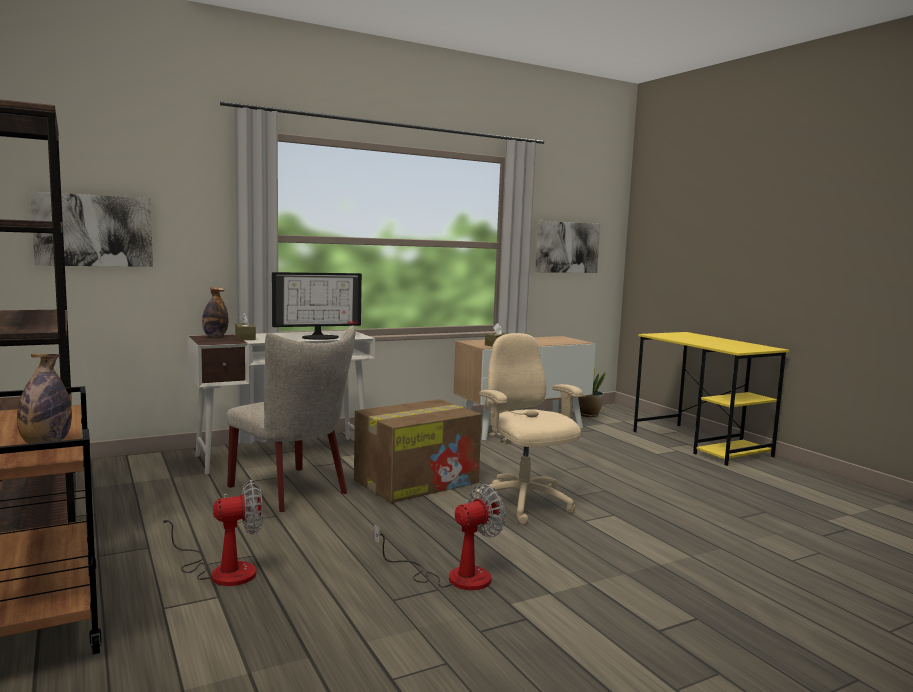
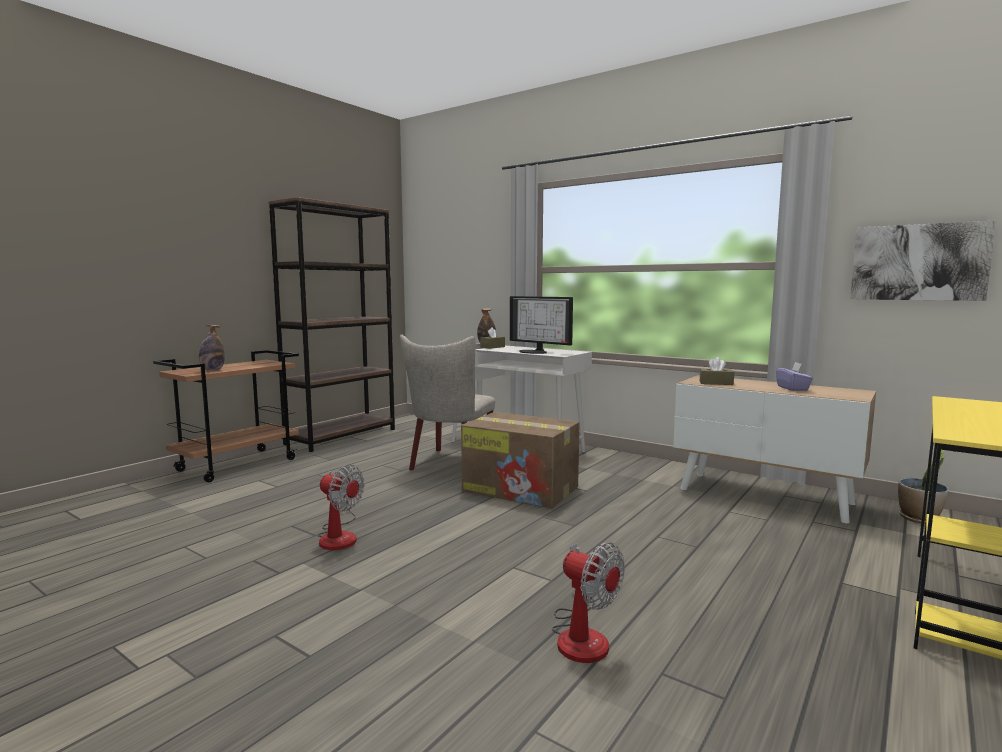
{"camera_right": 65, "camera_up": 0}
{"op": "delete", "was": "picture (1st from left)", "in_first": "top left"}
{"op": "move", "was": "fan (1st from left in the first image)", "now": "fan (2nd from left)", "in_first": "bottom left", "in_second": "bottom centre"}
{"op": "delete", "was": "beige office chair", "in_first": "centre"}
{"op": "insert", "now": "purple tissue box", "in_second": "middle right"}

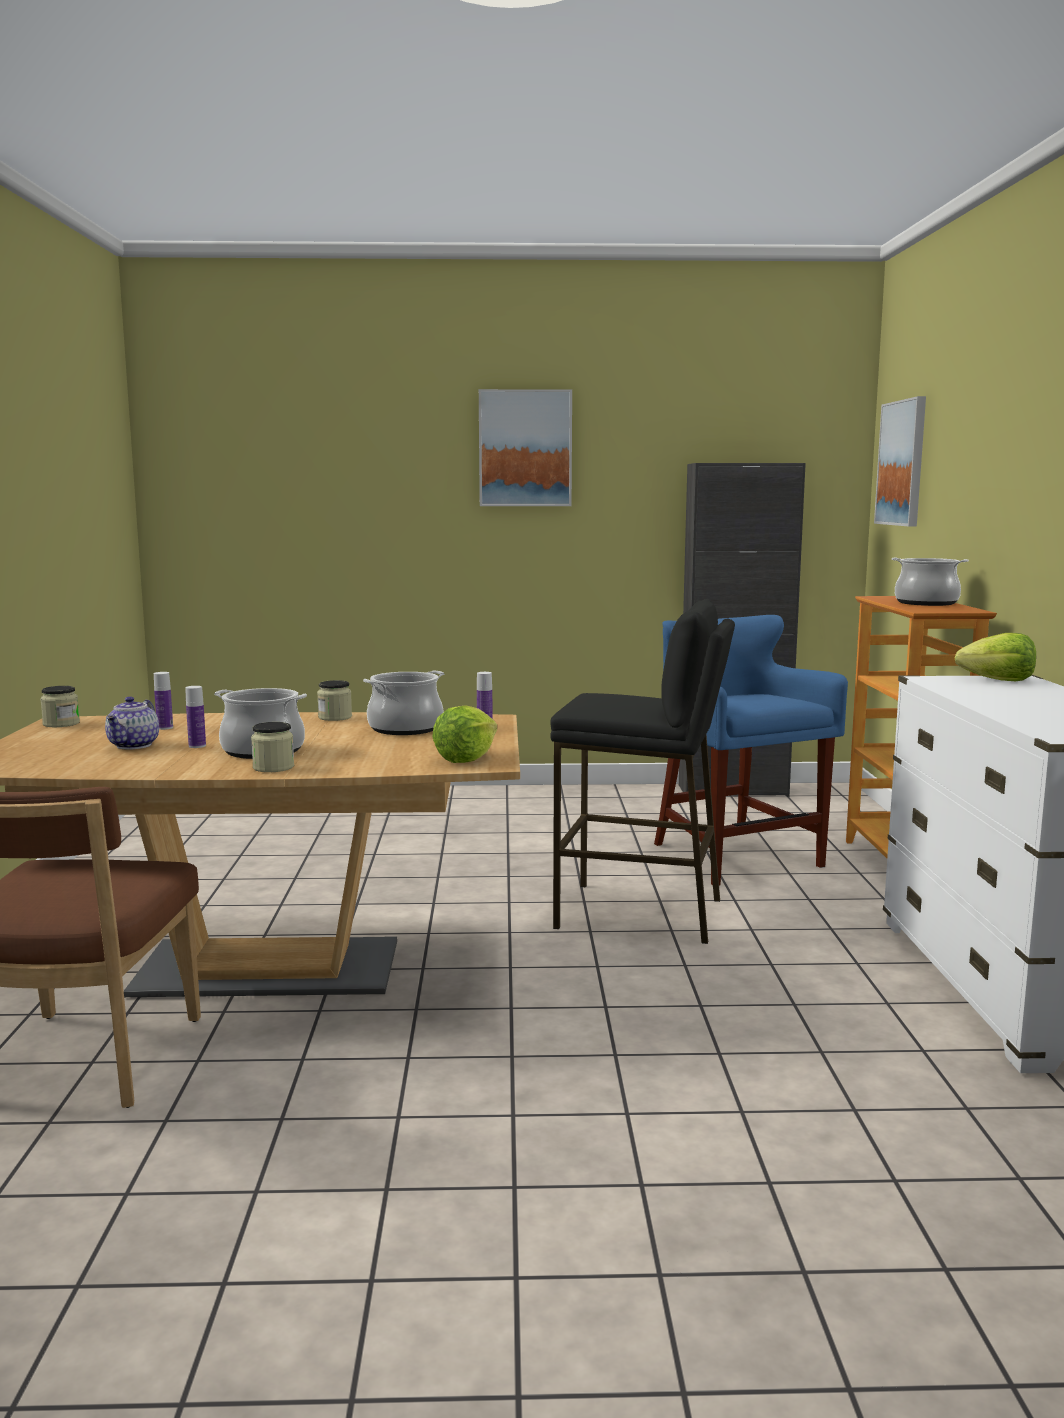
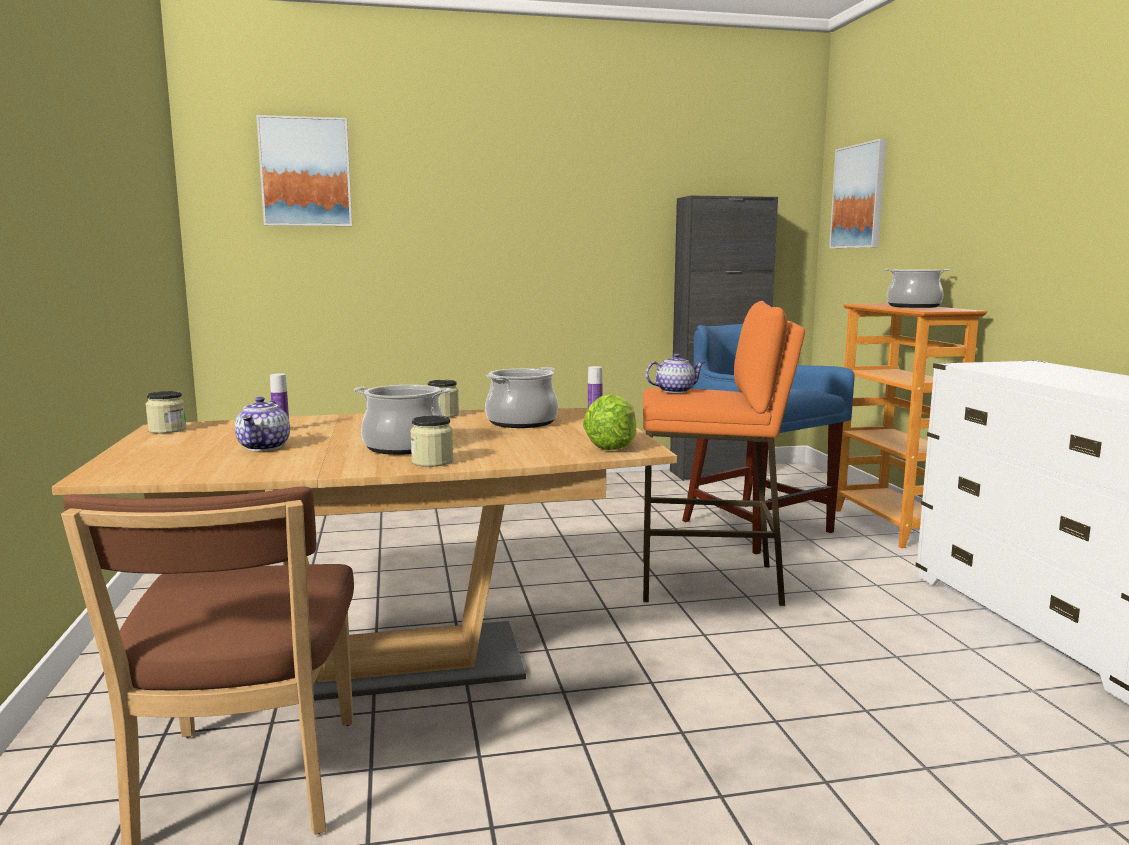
{"camera_right": -10, "camera_up": 0}
{"op": "delete", "was": "bottle (2nd from left)", "in_first": "middle left"}
{"op": "move", "was": "picture (1st from left)", "in_first": "top centre", "in_second": "top left"}
{"op": "recolor", "was": "black stool", "now": "orange stool", "in_first": "centre", "in_second": "centre"}
{"op": "delete", "was": "lettuce (2nd from left)", "in_first": "middle right"}
{"op": "insert", "now": "teapot (2nd from left)", "in_second": "centre"}

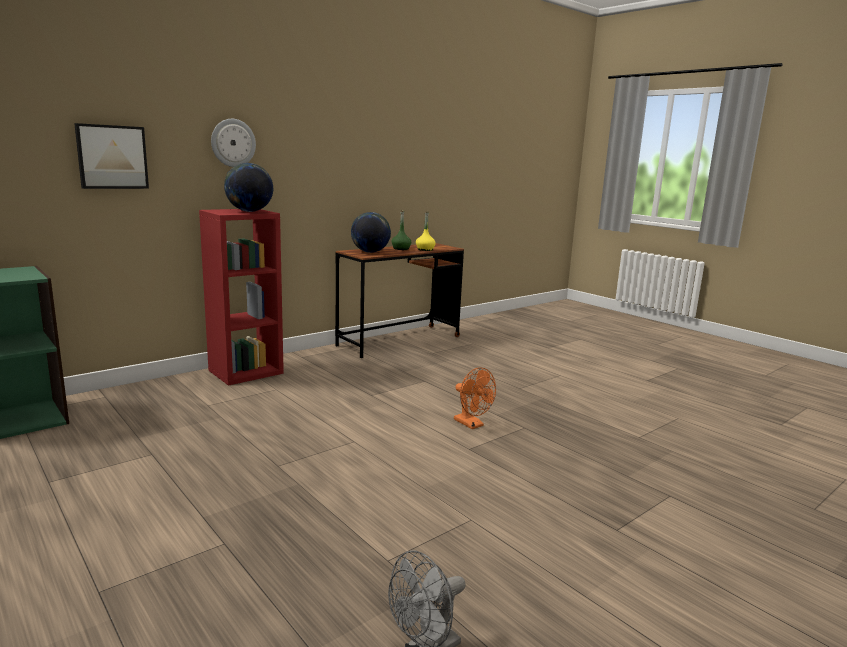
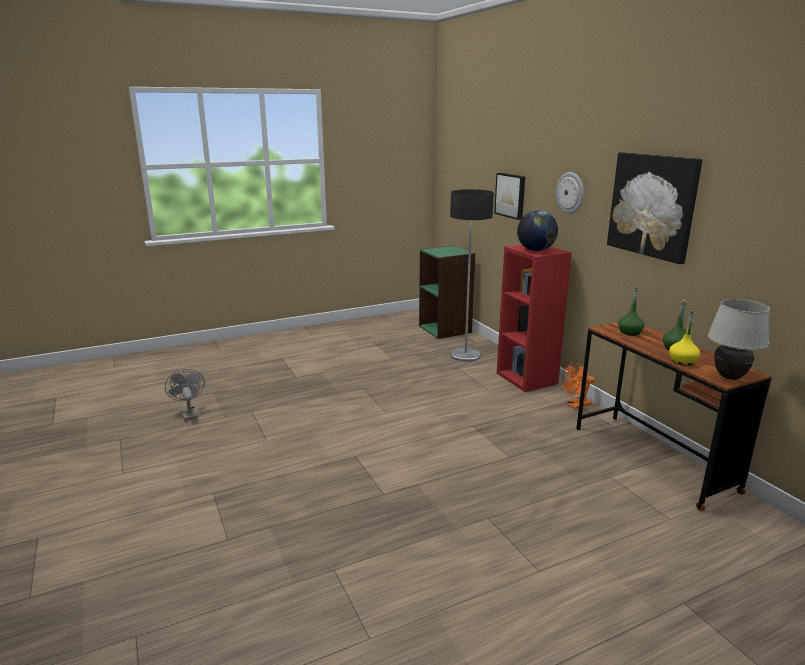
{"camera_right": 105, "camera_up": 5}
{"op": "replace", "was": "globe (2nd from left)", "now": "green bottle (1st from left)", "in_first": "centre", "in_second": "middle right"}
{"op": "move", "was": "orange fan", "in_first": "centre", "in_second": "middle right"}
{"op": "insert", "now": "floor lamp", "in_second": "centre"}
{"op": "insert", "now": "picture (2nd from left)", "in_second": "top right"}
{"op": "insert", "now": "white table lamp", "in_second": "middle right"}

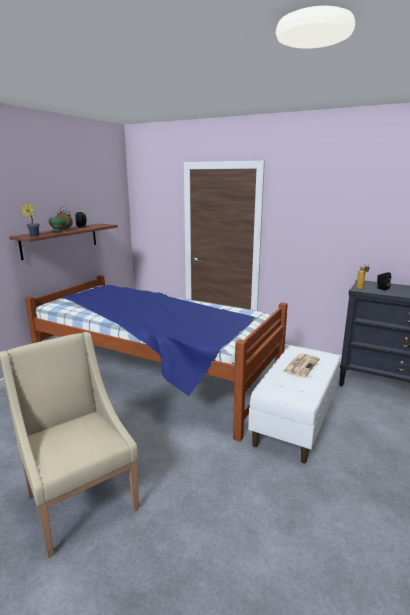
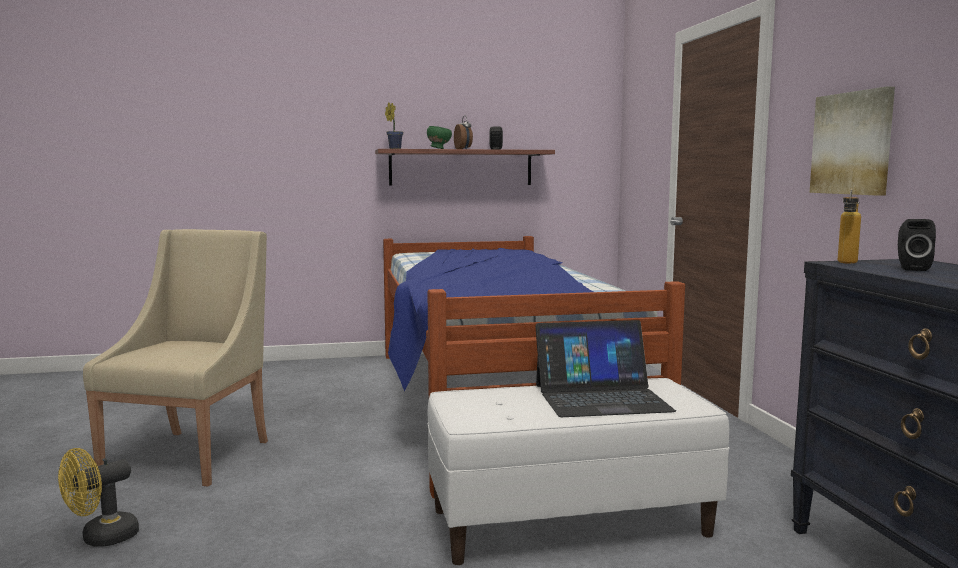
{"camera_right": 50, "camera_up": -10}
{"op": "replace", "was": "newspaper", "now": "laptop", "in_first": "middle right", "in_second": "centre"}
{"op": "insert", "now": "yellow fan", "in_second": "bottom left"}
{"op": "insert", "now": "picture", "in_second": "top right"}

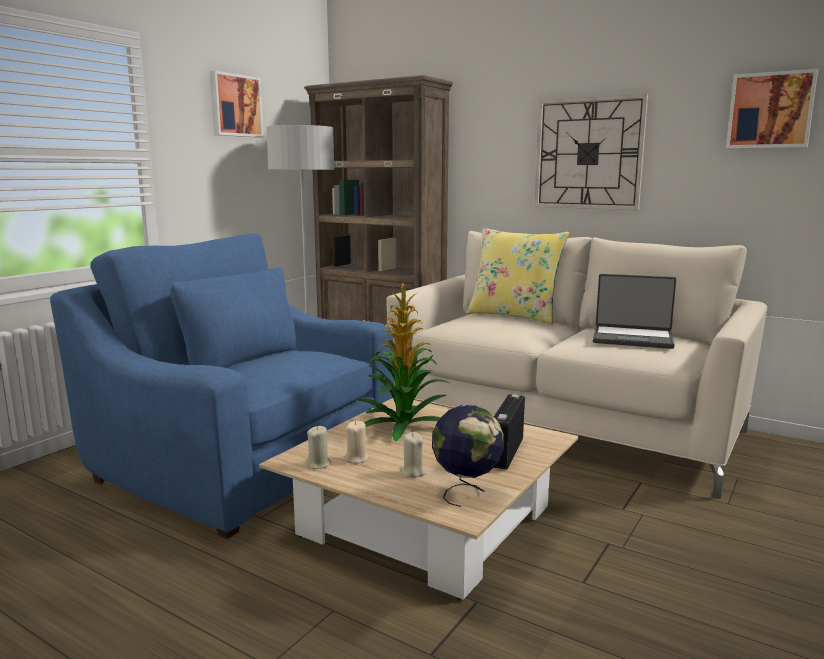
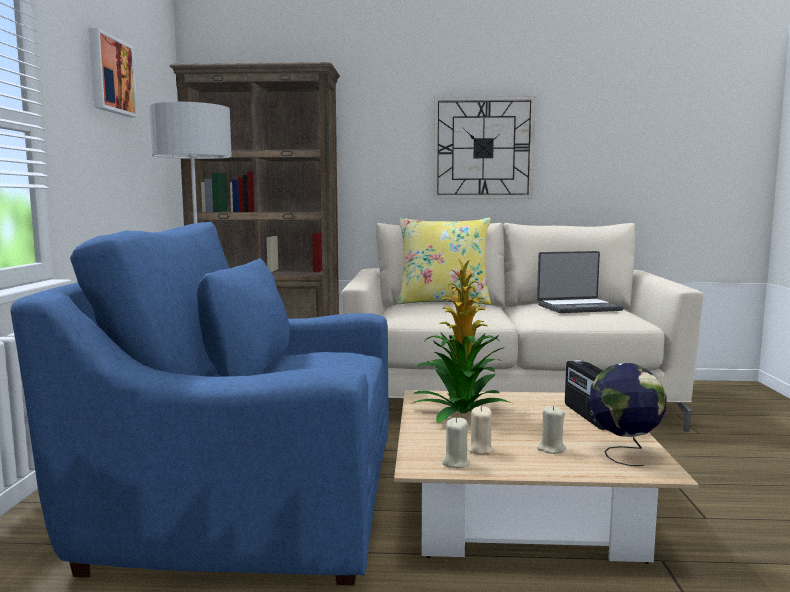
{"camera_right": -30, "camera_up": -5}
{"op": "delete", "was": "picture (2nd from left)", "in_first": "top right"}

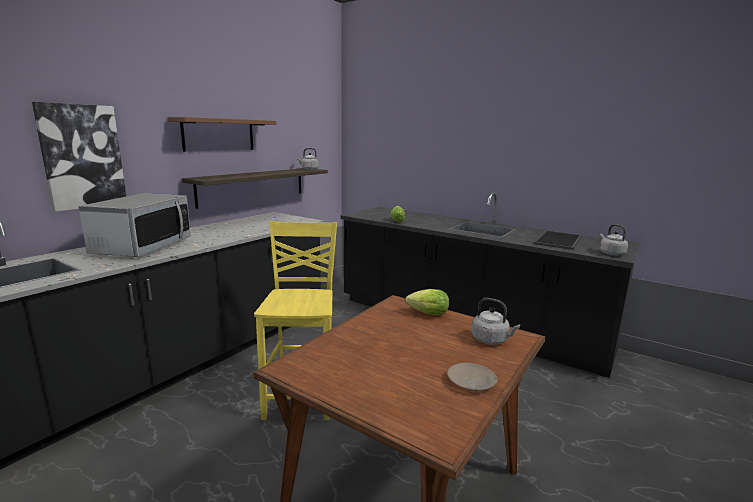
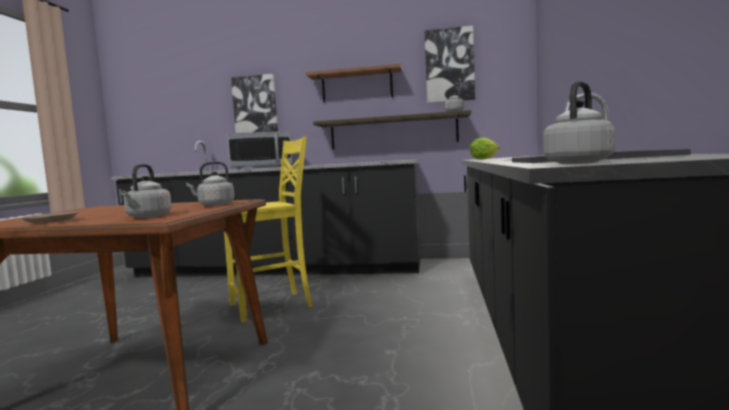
{"camera_right": 65, "camera_up": -10}
{"op": "replace", "was": "lettuce (2nd from left)", "now": "grey kettle (2nd from left)", "in_first": "centre", "in_second": "middle left"}
{"op": "insert", "now": "picture (2nd from left)", "in_second": "top centre"}

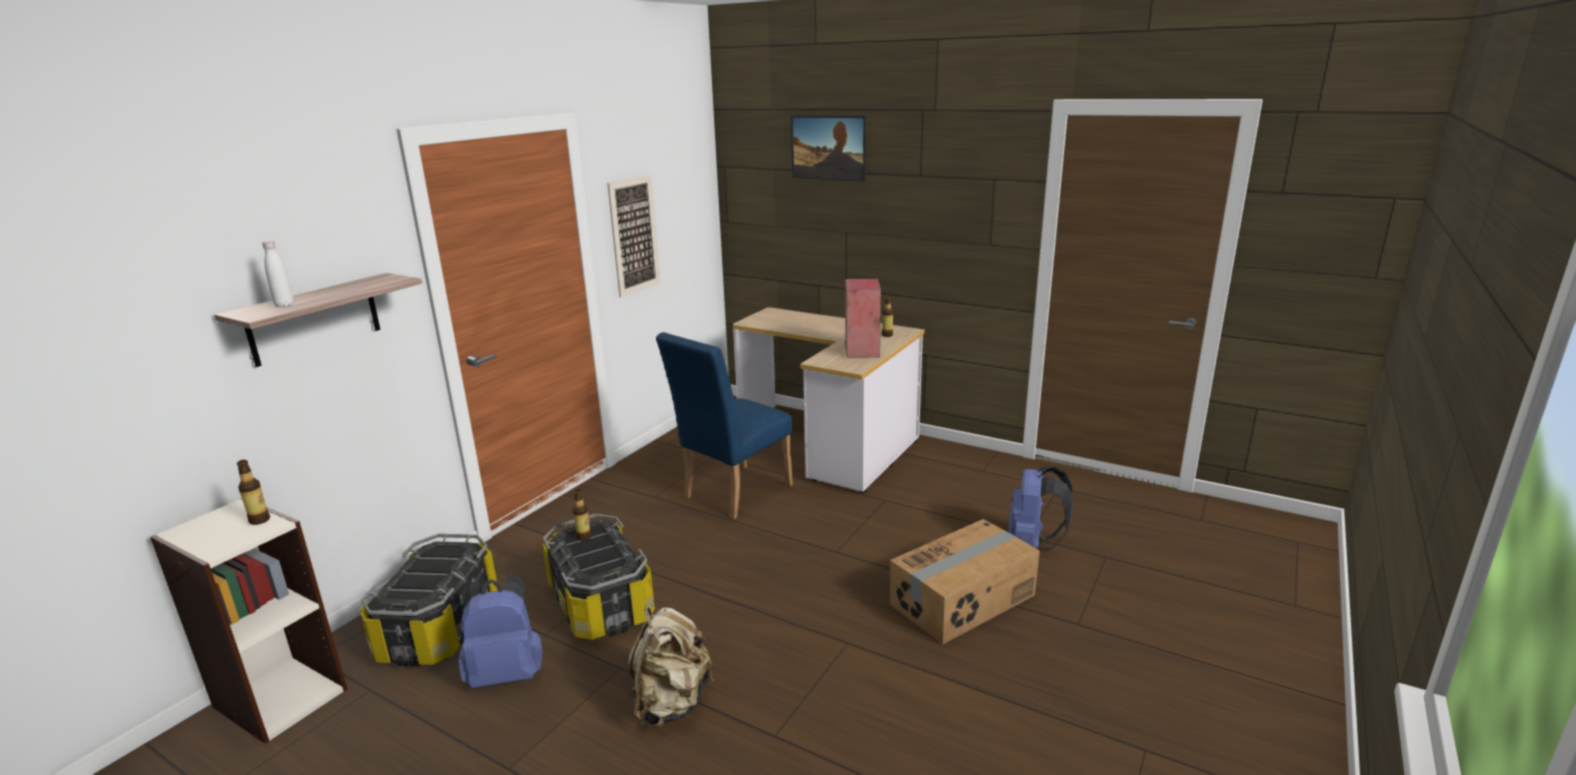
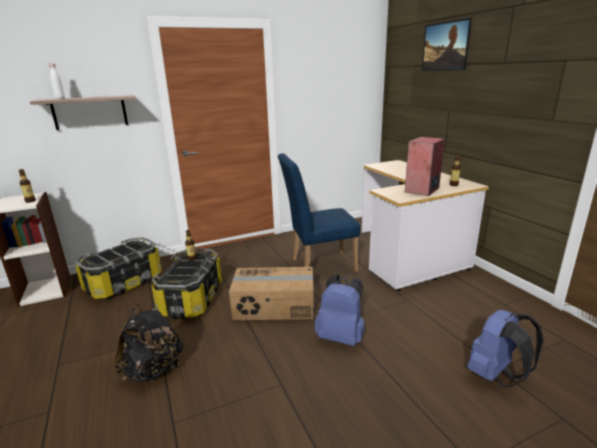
{"camera_right": 35, "camera_up": 0}
{"op": "move", "was": "blue backpack (1st from left)", "in_first": "bottom left", "in_second": "bottom centre"}
{"op": "delete", "was": "picture (1st from left)", "in_first": "top centre"}
{"op": "recolor", "was": "beige backpack", "now": "black backpack", "in_first": "bottom centre", "in_second": "bottom left"}
{"op": "move", "was": "cardboard box", "in_first": "bottom centre", "in_second": "centre"}

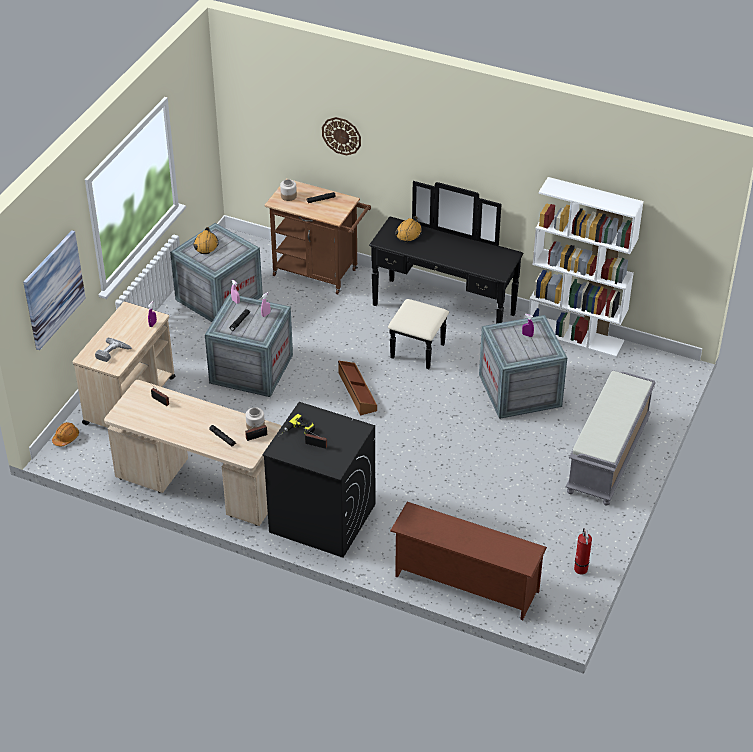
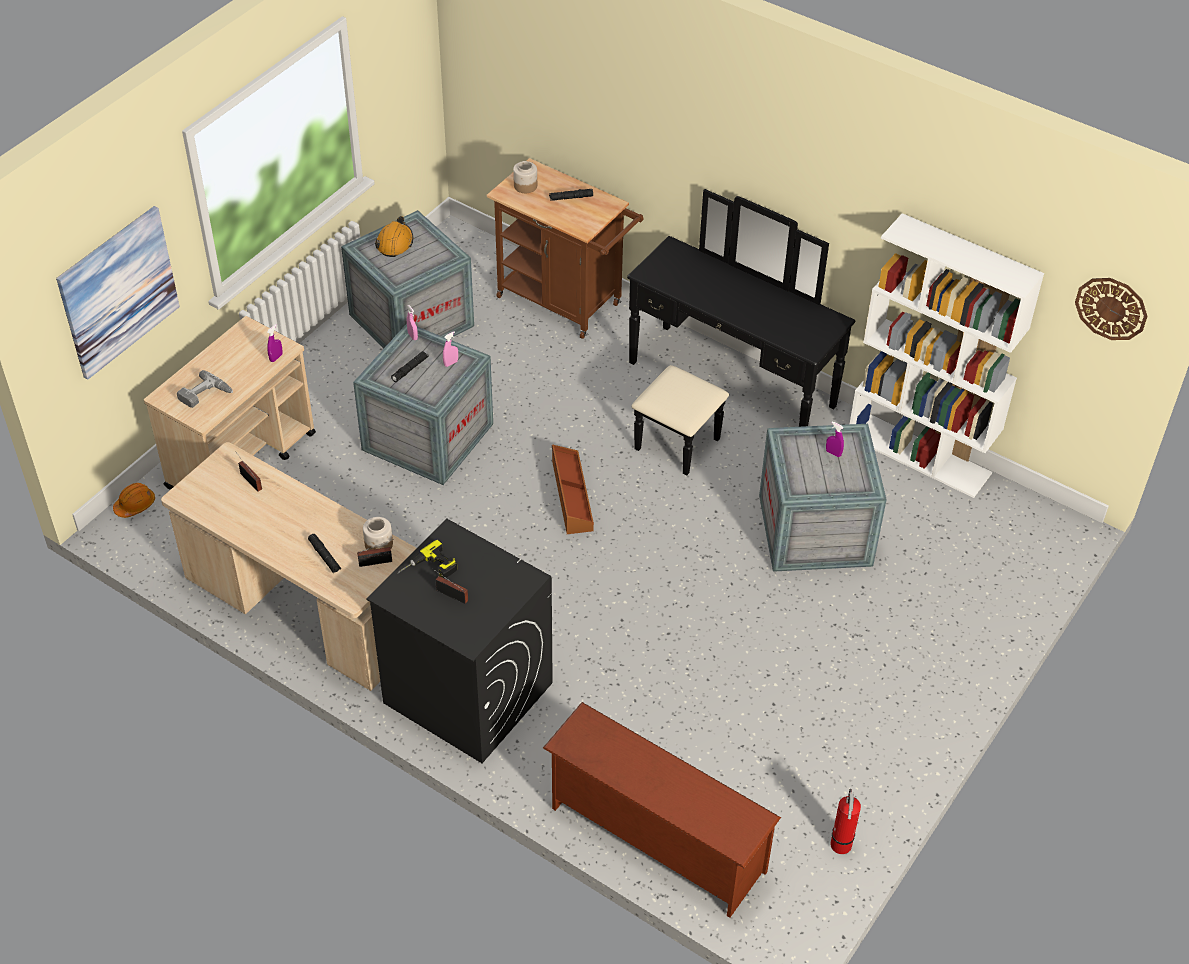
{"camera_right": 10, "camera_up": 5}
{"op": "move", "was": "wall clock", "in_first": "top centre", "in_second": "top right"}
{"op": "delete", "was": "orange hard hat (3rd from left)", "in_first": "top centre"}
{"op": "delete", "was": "grey bench", "in_first": "middle right"}

